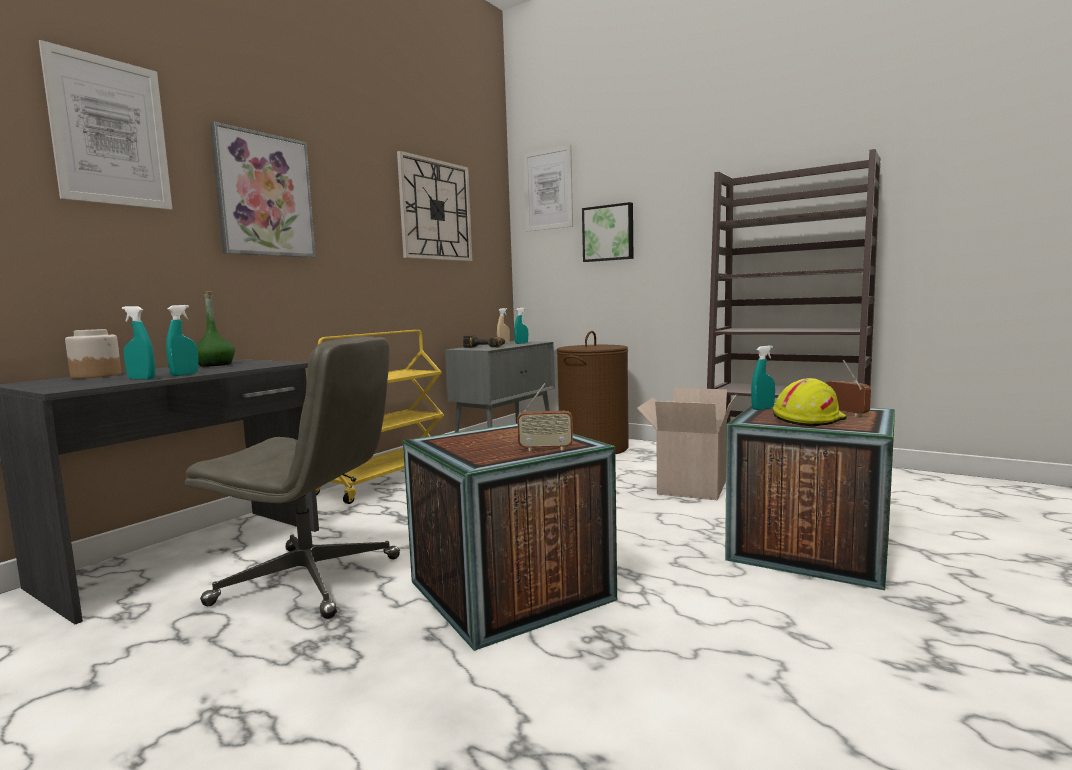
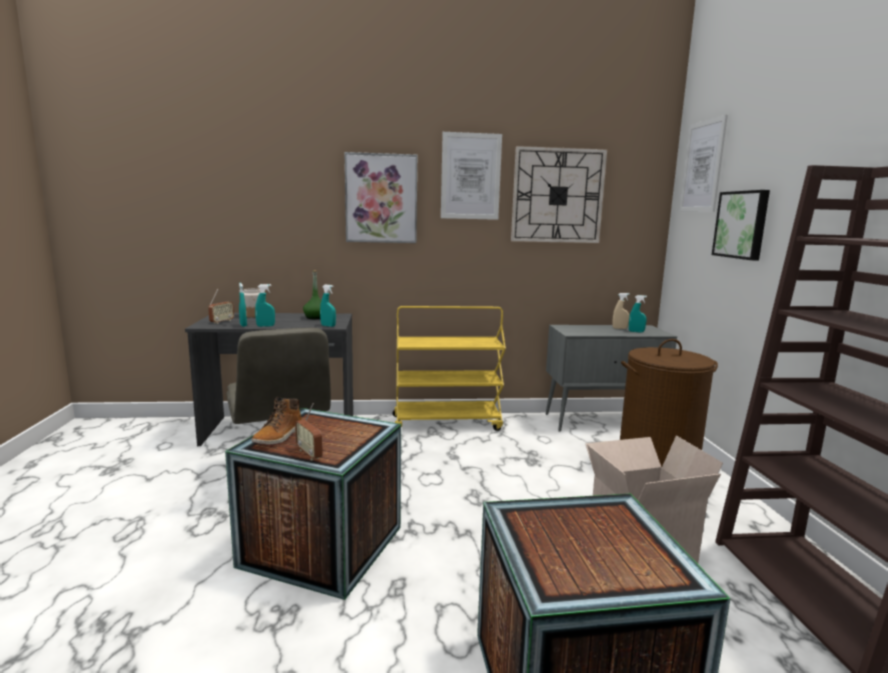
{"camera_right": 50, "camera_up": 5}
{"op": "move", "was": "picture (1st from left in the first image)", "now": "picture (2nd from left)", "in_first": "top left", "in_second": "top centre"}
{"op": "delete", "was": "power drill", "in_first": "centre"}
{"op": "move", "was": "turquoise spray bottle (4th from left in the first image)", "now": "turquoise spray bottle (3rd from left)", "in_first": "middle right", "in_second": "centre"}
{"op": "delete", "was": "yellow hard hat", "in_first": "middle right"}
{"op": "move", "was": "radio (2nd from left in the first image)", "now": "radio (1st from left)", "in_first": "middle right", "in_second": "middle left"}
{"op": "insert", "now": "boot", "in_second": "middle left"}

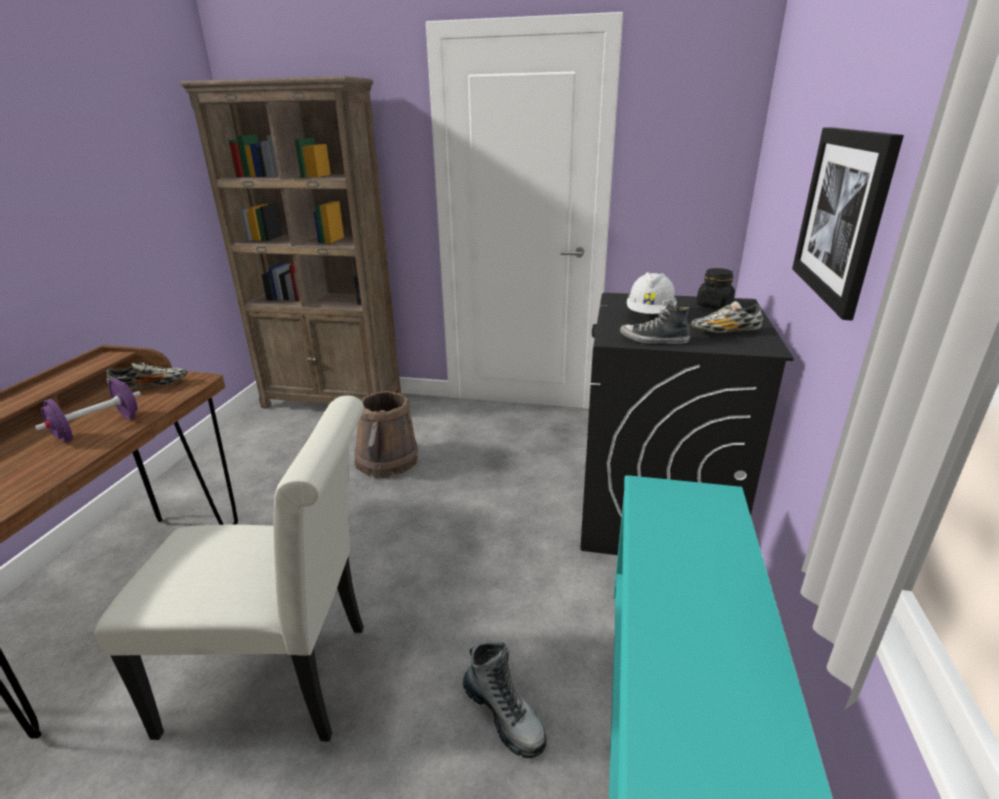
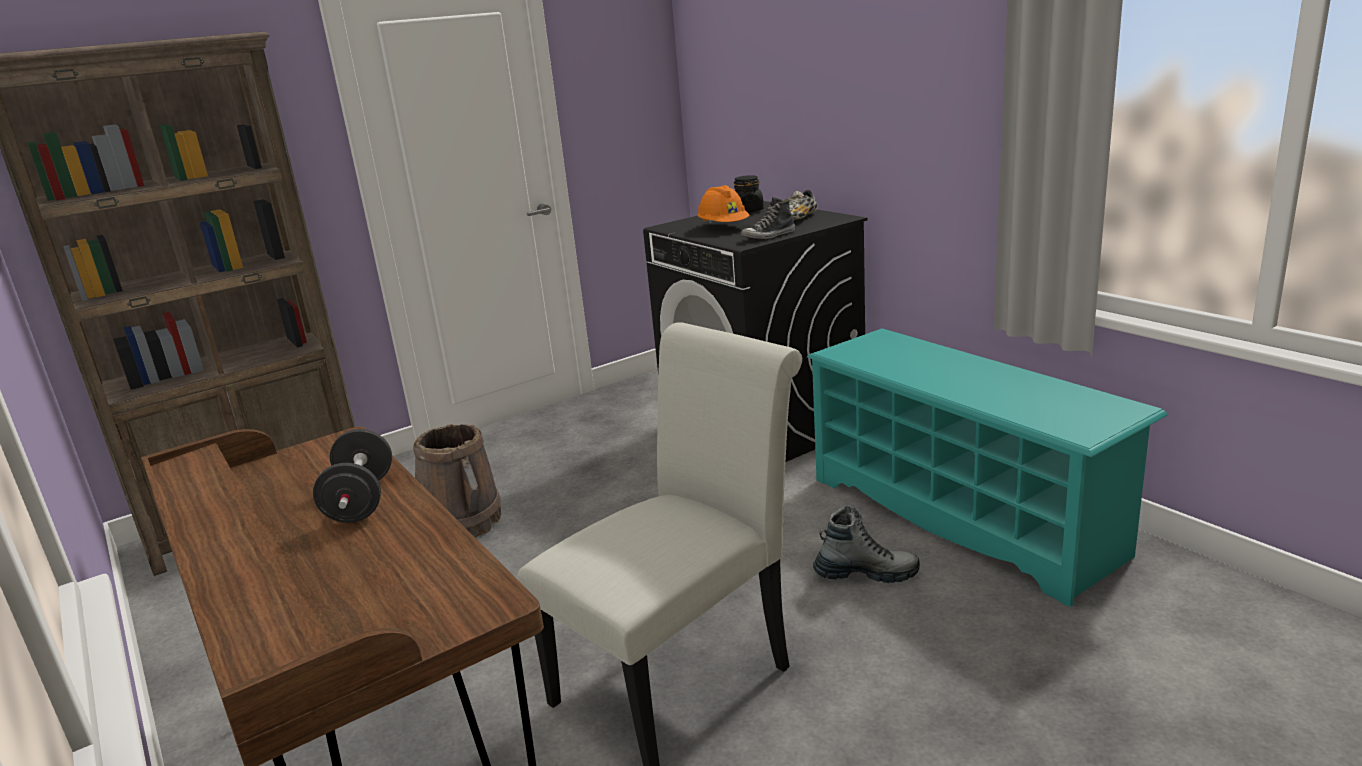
{"camera_right": -45, "camera_up": -5}
{"op": "recolor", "was": "purple dumbbell", "now": "black dumbbell", "in_first": "middle left", "in_second": "middle left"}
{"op": "delete", "was": "shoe (1st from left)", "in_first": "middle left"}
{"op": "recolor", "was": "white hard hat", "now": "orange hard hat", "in_first": "centre", "in_second": "top centre"}
{"op": "delete", "was": "picture", "in_first": "top right"}

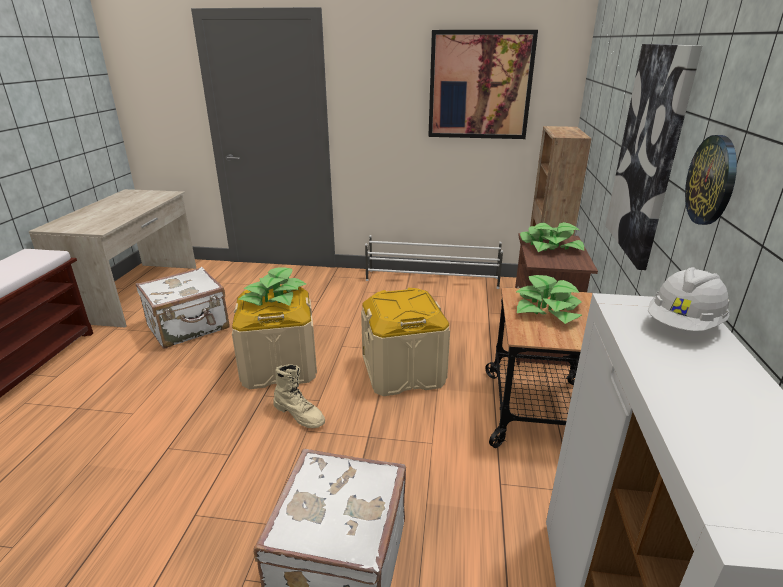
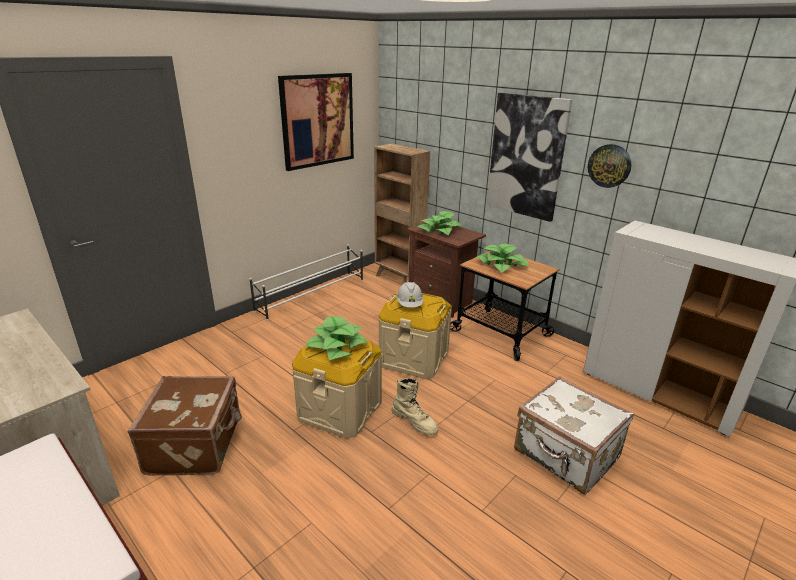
{"camera_right": -55, "camera_up": 0}
{"op": "recolor", "was": "white suitcase (1st from left)", "now": "brown suitcase", "in_first": "middle left", "in_second": "bottom left"}
{"op": "rotate", "was": "beige boot", "in_first": "bottom centre", "in_second": "bottom centre", "clockwise": 60}
{"op": "move", "was": "white hard hat", "in_first": "middle right", "in_second": "centre"}

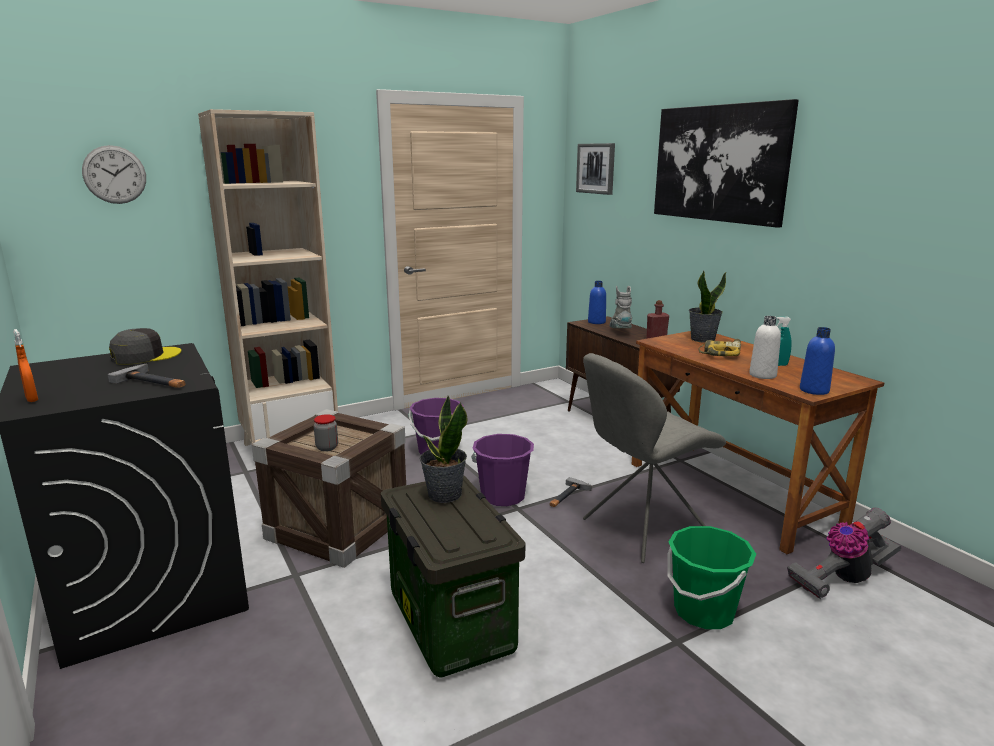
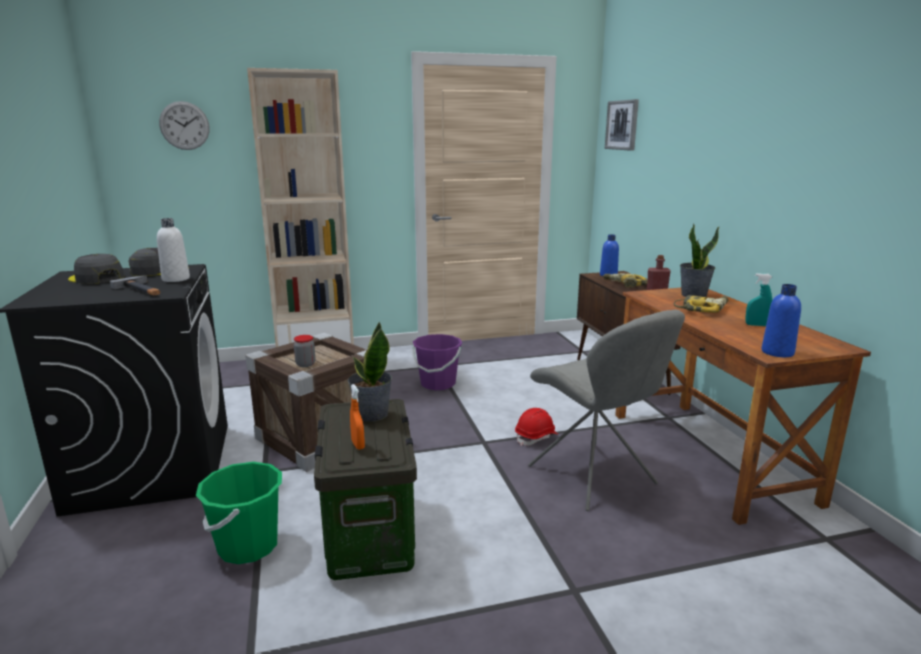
{"camera_right": 15, "camera_up": 0}
{"op": "move", "was": "orange spray bottle", "in_first": "middle left", "in_second": "centre"}
{"op": "delete", "was": "purple bucket (2nd from left)", "in_first": "centre"}
{"op": "replace", "was": "hammer (2nd from left)", "now": "red hard hat", "in_first": "centre", "in_second": "centre"}
{"op": "rotate", "was": "grey chair", "in_first": "centre", "in_second": "centre", "clockwise": -105}
{"op": "replace", "was": "grey boot", "now": "power drill (1st from left)", "in_first": "centre", "in_second": "middle right"}
{"op": "delete", "was": "picture (2nd from left)", "in_first": "top right"}
{"op": "move", "was": "green bucket", "in_first": "bottom right", "in_second": "bottom left"}
{"op": "move", "was": "white bottle", "in_first": "middle right", "in_second": "middle left"}
{"op": "delete", "was": "vacuum cleaner", "in_first": "bottom right"}
{"op": "insert", "now": "grey cap (1st from left)", "in_second": "middle left"}

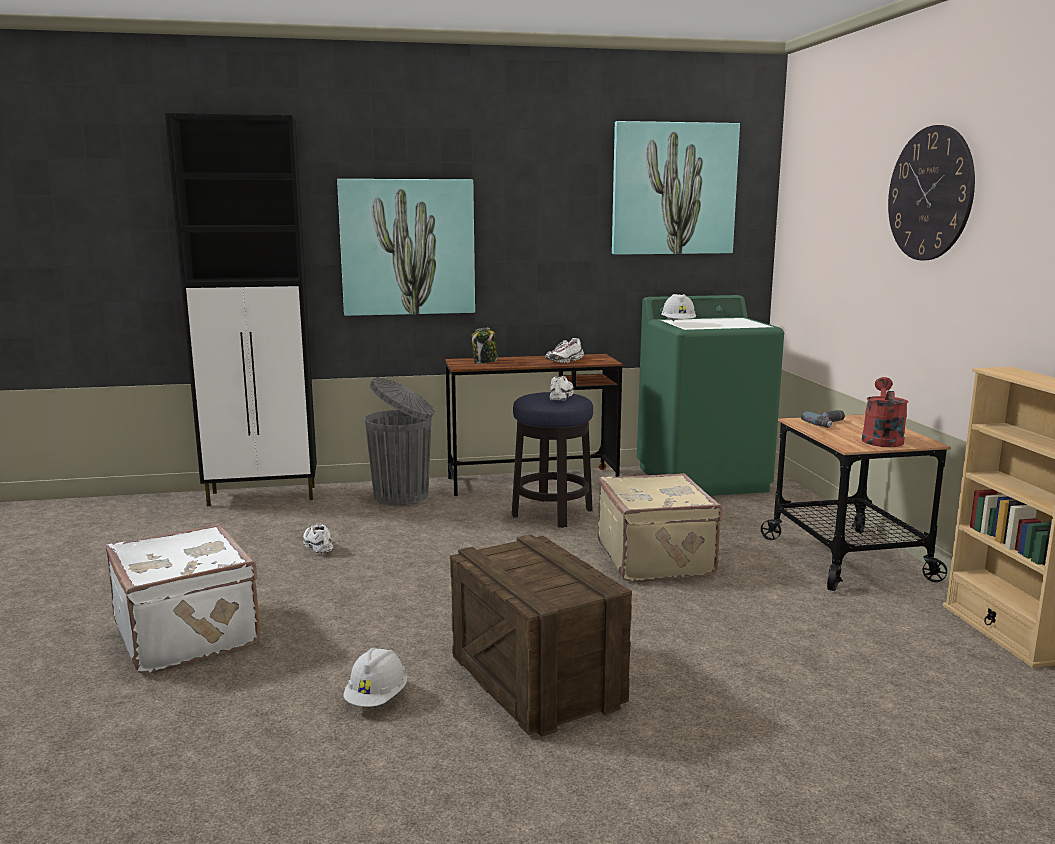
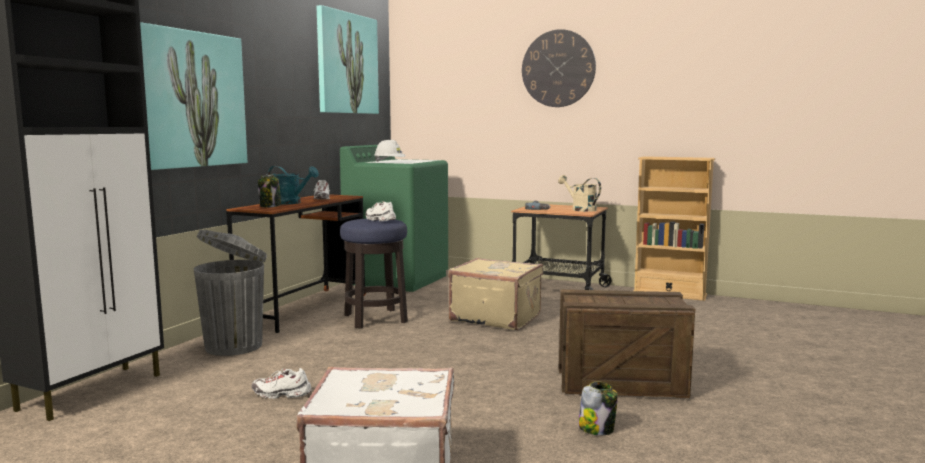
{"camera_right": -55, "camera_up": -5}
{"op": "replace", "was": "white hard hat (1st from left)", "now": "jar (2nd from left)", "in_first": "bottom centre", "in_second": "bottom centre"}
{"op": "recolor", "was": "red watering can", "now": "beige watering can", "in_first": "middle right", "in_second": "centre"}
{"op": "insert", "now": "turquoise watering can", "in_second": "middle left"}

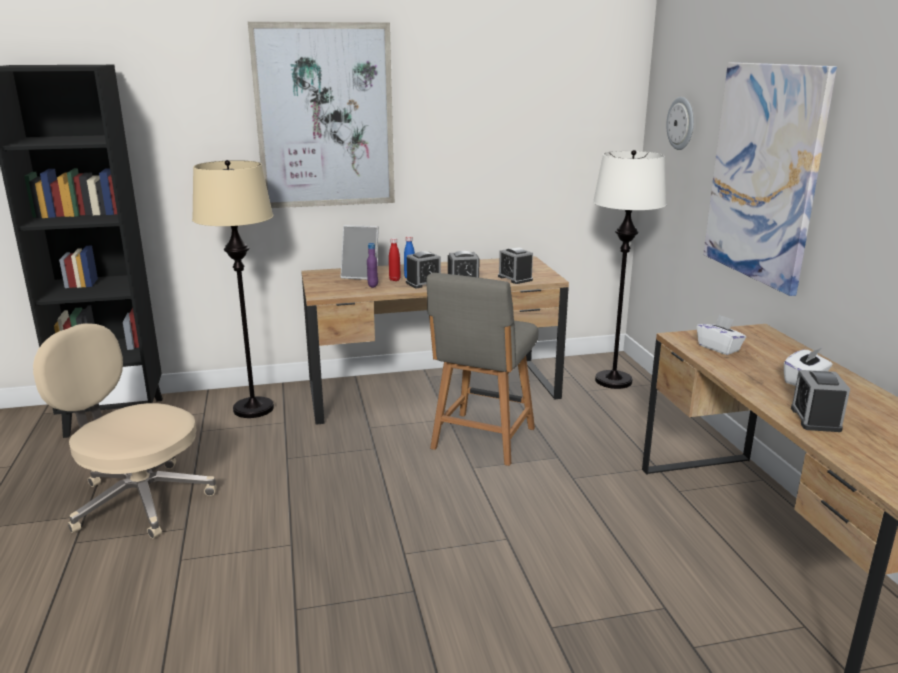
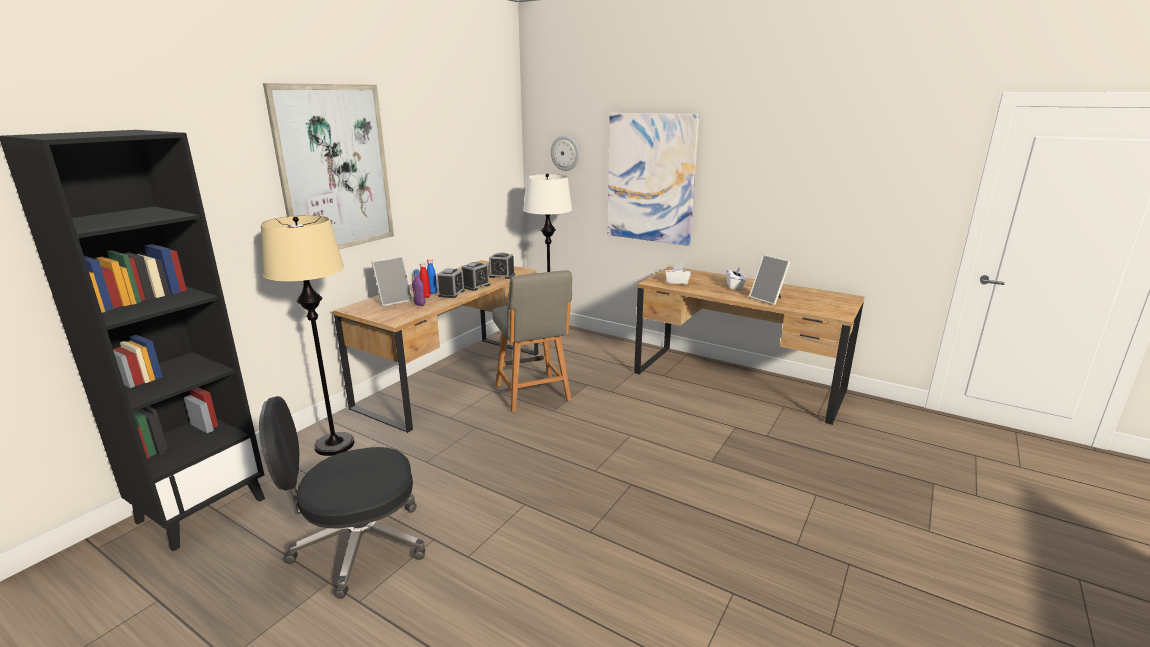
{"camera_right": -45, "camera_up": 0}
{"op": "recolor", "was": "beige office chair", "now": "black office chair", "in_first": "middle left", "in_second": "bottom left"}
{"op": "replace", "was": "alarm clock (4th from left)", "now": "picture frame (2nd from left)", "in_first": "middle right", "in_second": "middle right"}

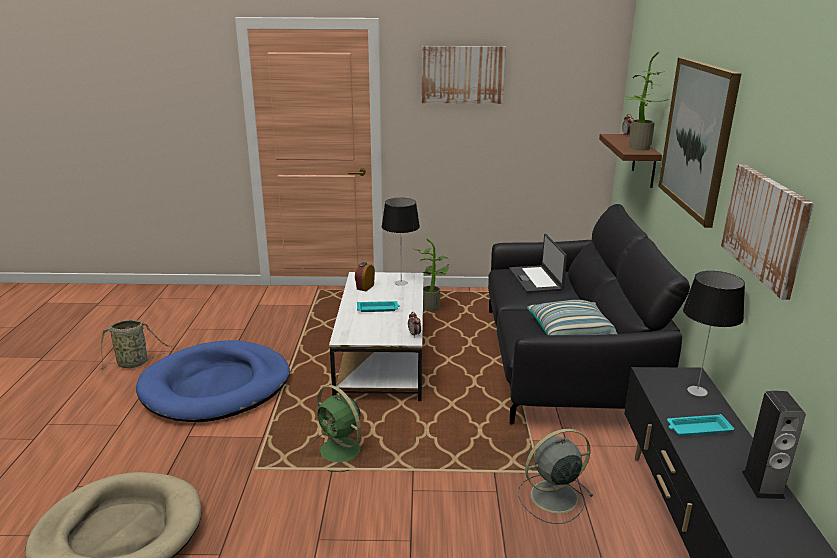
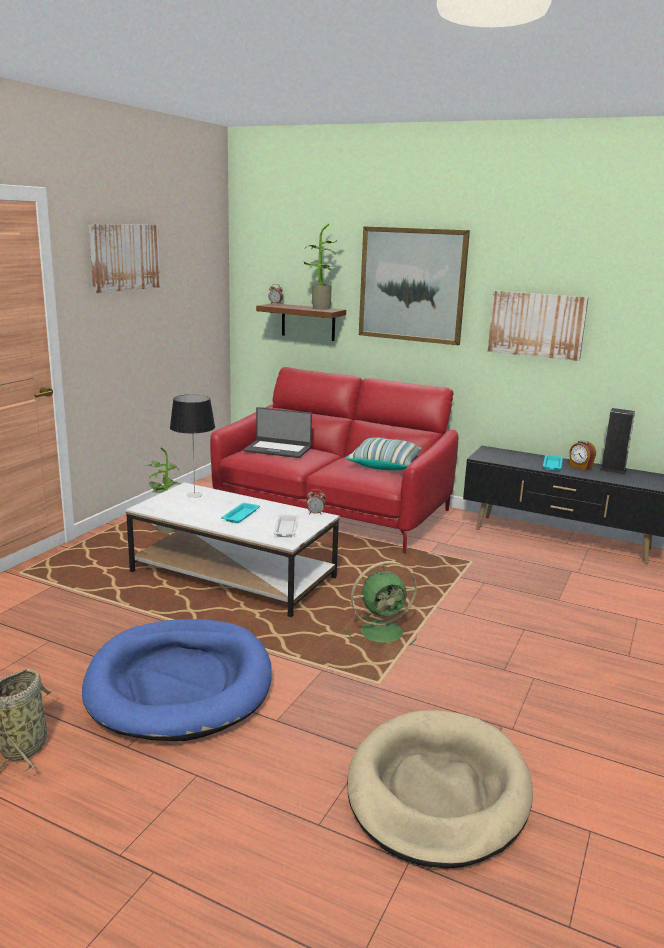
{"camera_right": -65, "camera_up": -5}
{"op": "move", "was": "alarm clock (1st from left in the first image)", "now": "alarm clock (3rd from left)", "in_first": "centre", "in_second": "middle right"}
{"op": "recolor", "was": "black sofa", "now": "red sofa", "in_first": "middle right", "in_second": "centre"}
{"op": "delete", "was": "grey fan", "in_first": "bottom centre"}
{"op": "delete", "was": "table lamp (2nd from left)", "in_first": "middle right"}
{"op": "insert", "now": "white tray", "in_second": "centre"}

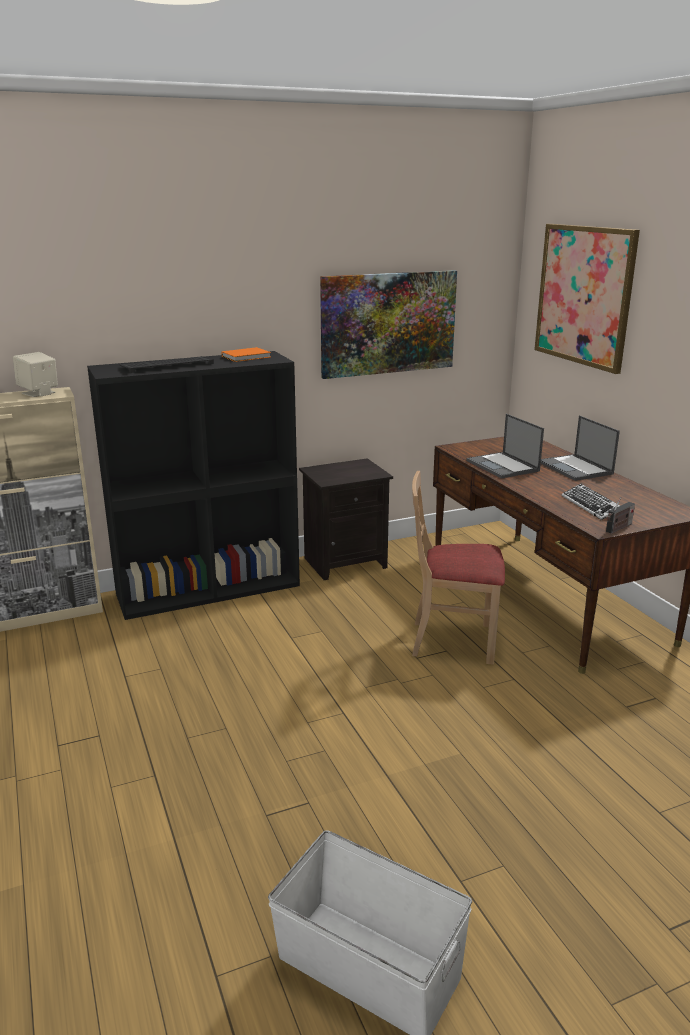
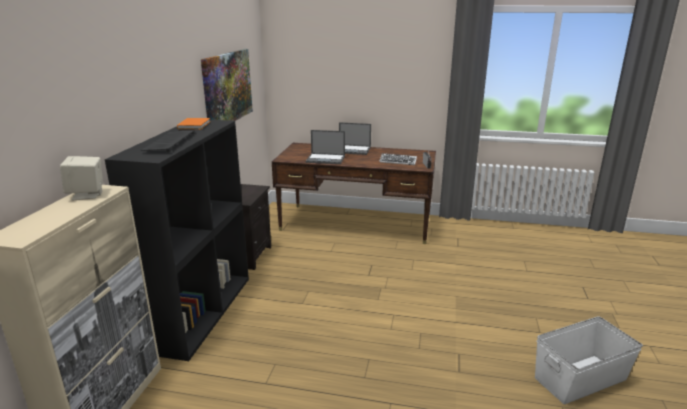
{"camera_right": -55, "camera_up": 0}
{"op": "delete", "was": "beige chair", "in_first": "centre"}
{"op": "delete", "was": "picture (2nd from left)", "in_first": "top right"}

